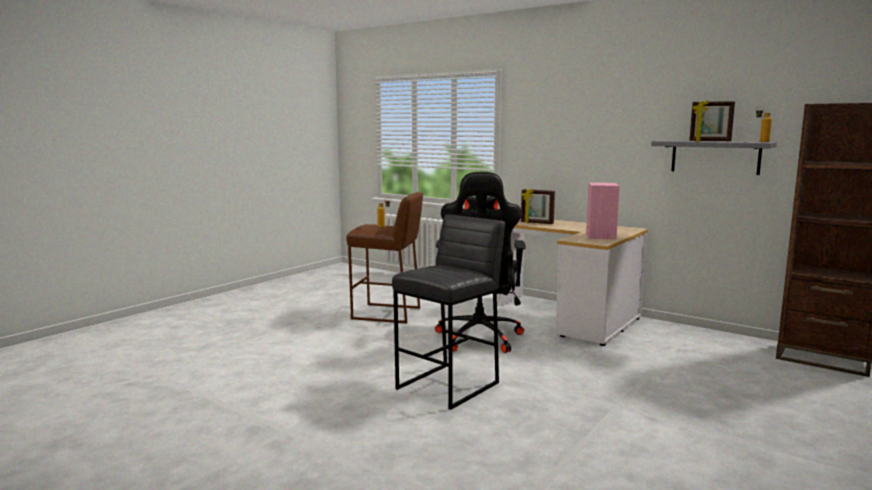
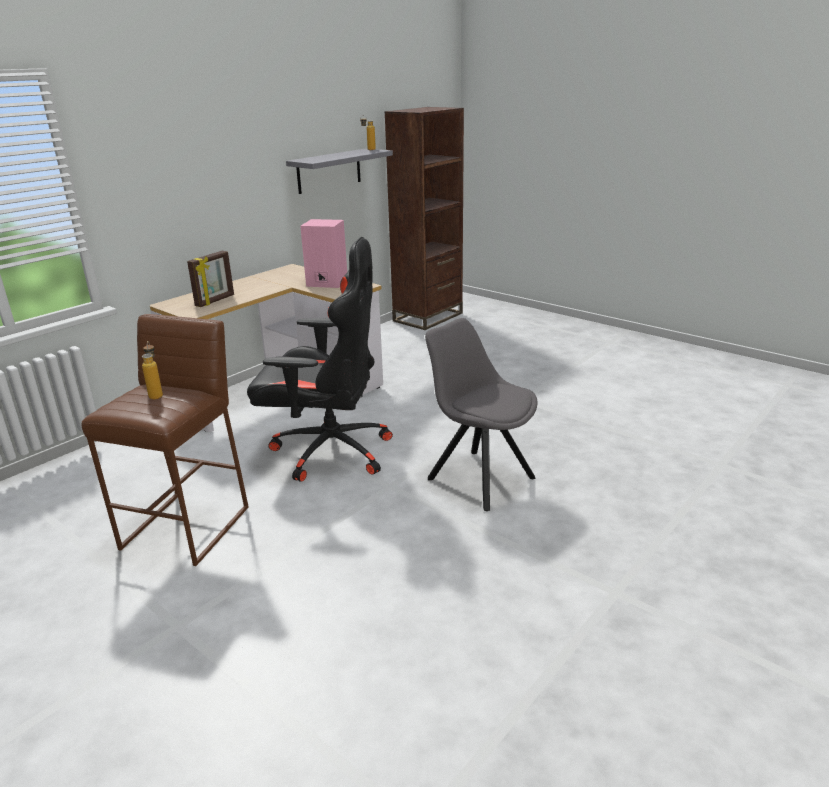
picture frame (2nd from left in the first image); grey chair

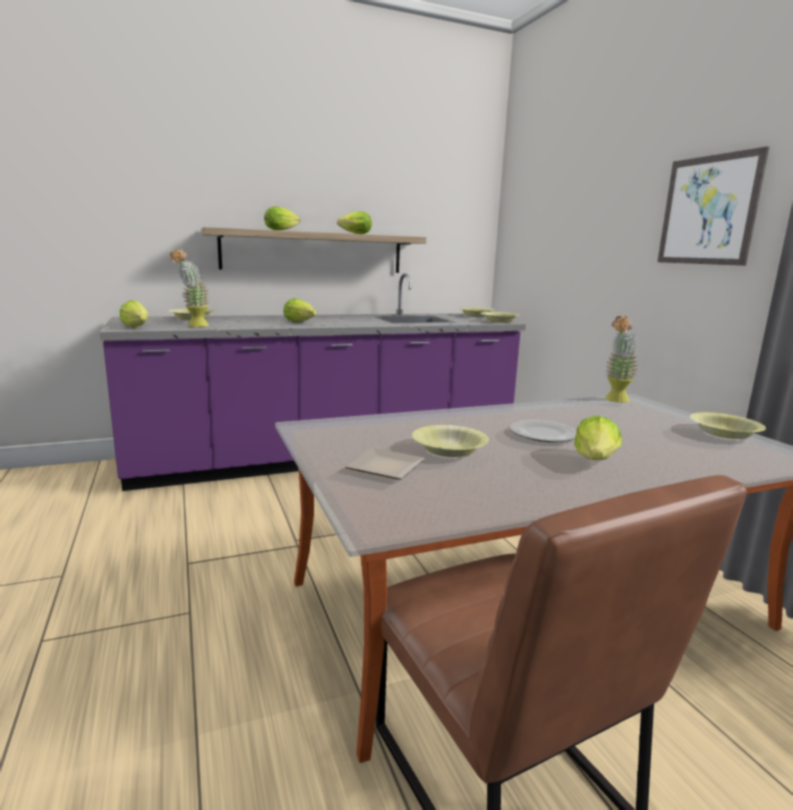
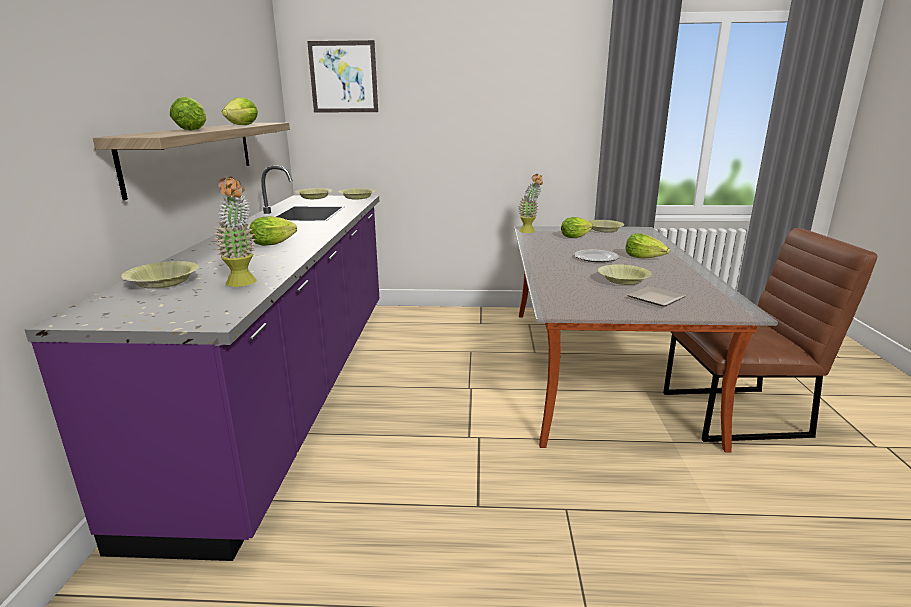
picture; lettuce (4th from left)

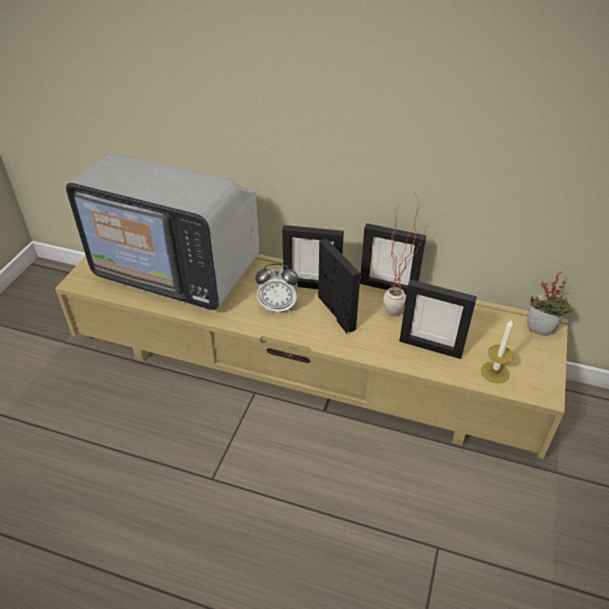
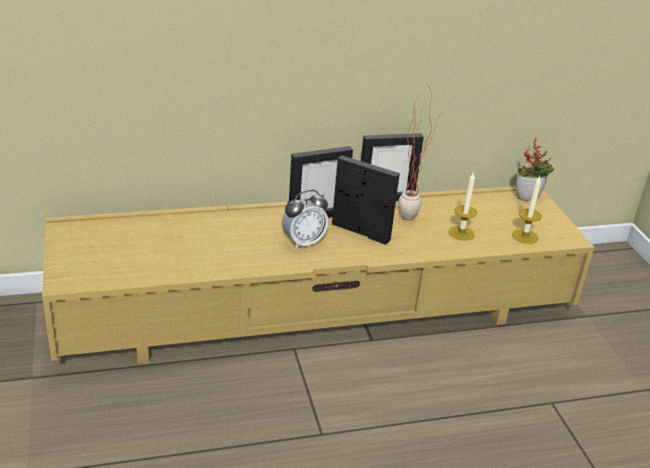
television; candle (1st from left)

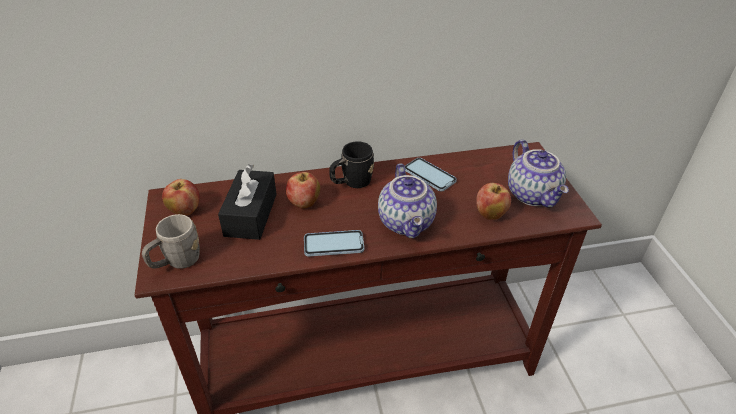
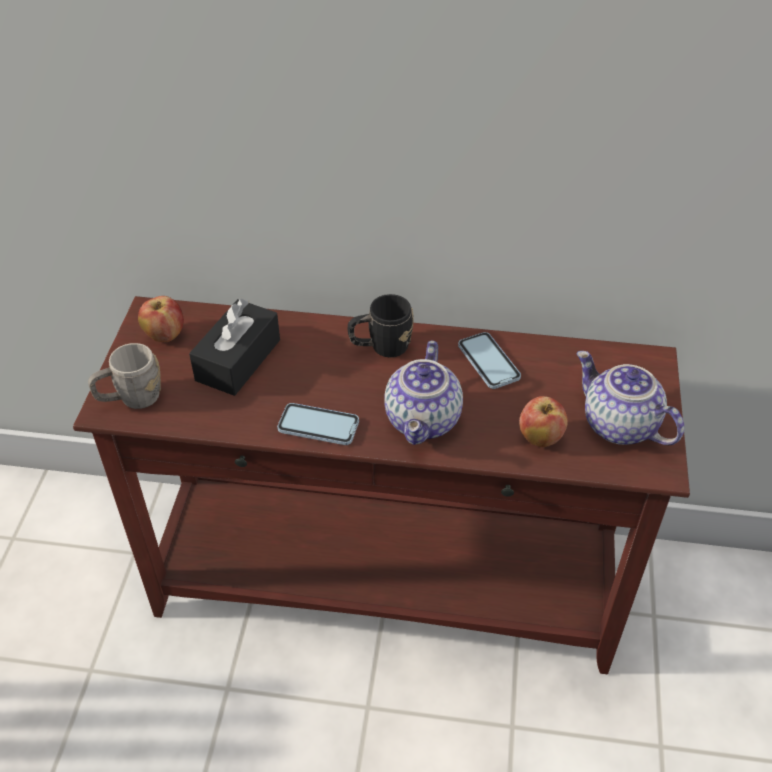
teapot (2nd from left); apple (2nd from left in the first image)

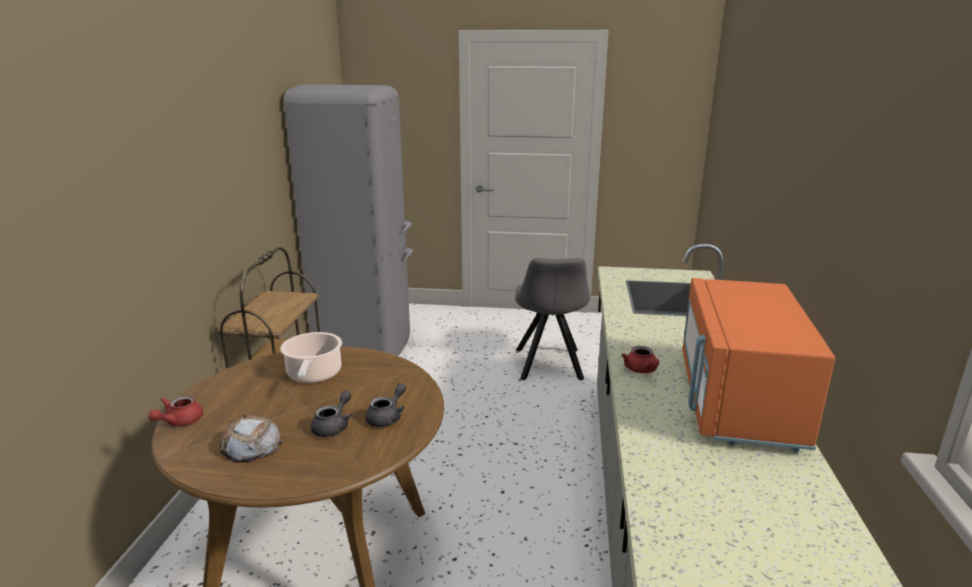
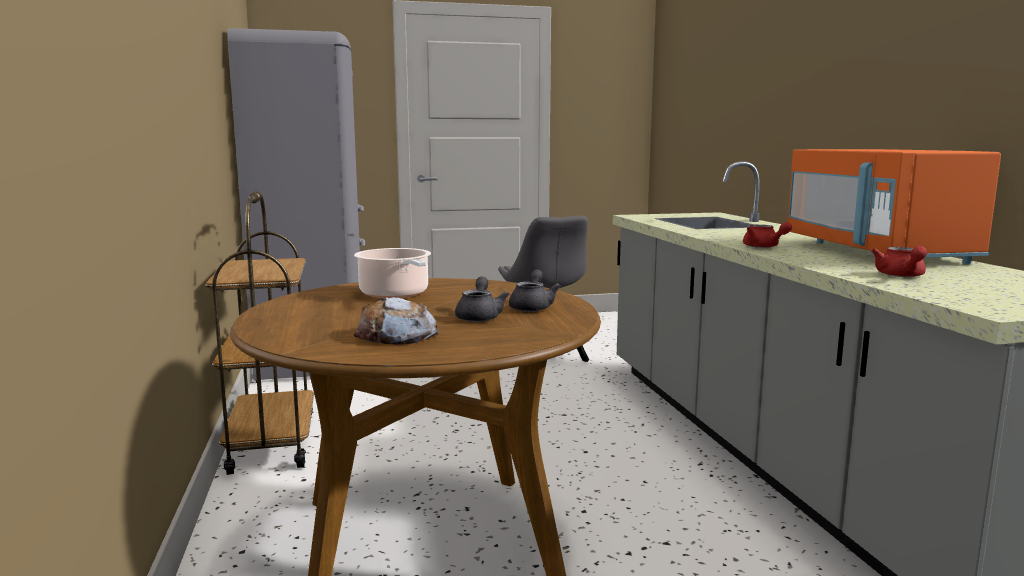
red teapot (2nd from left)

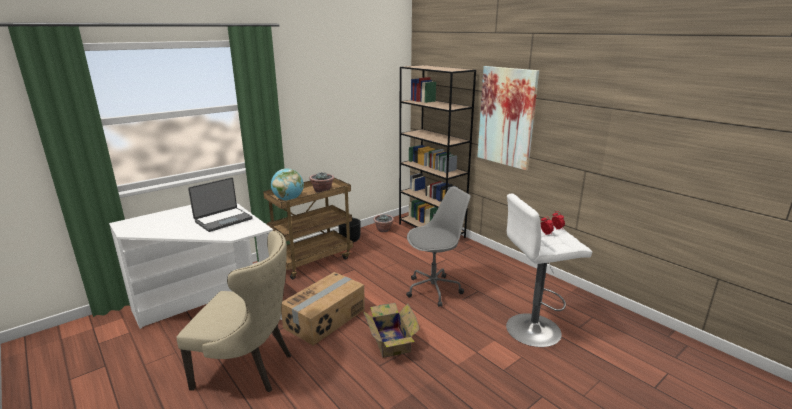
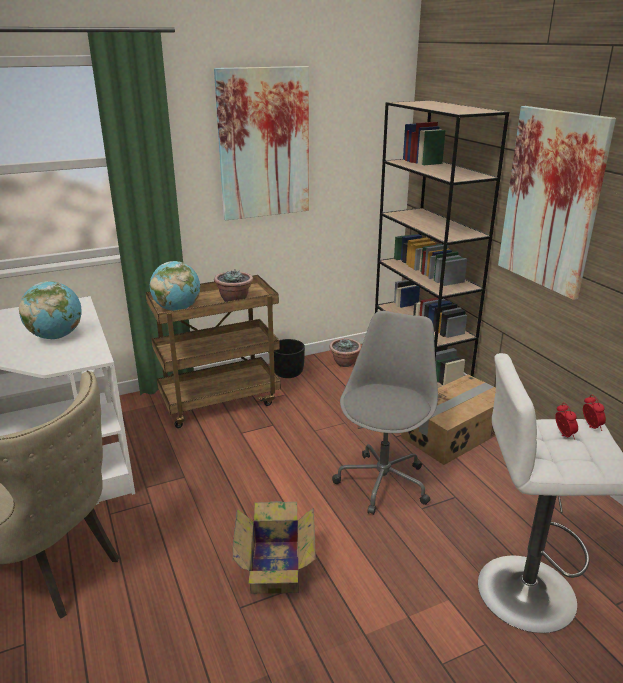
globe (1st from left); grey office chair; cardboard box (2nd from left); picture (1st from left)

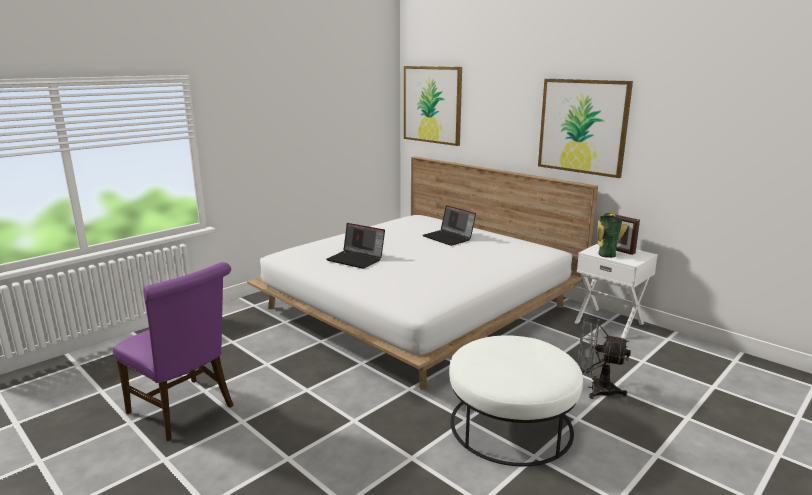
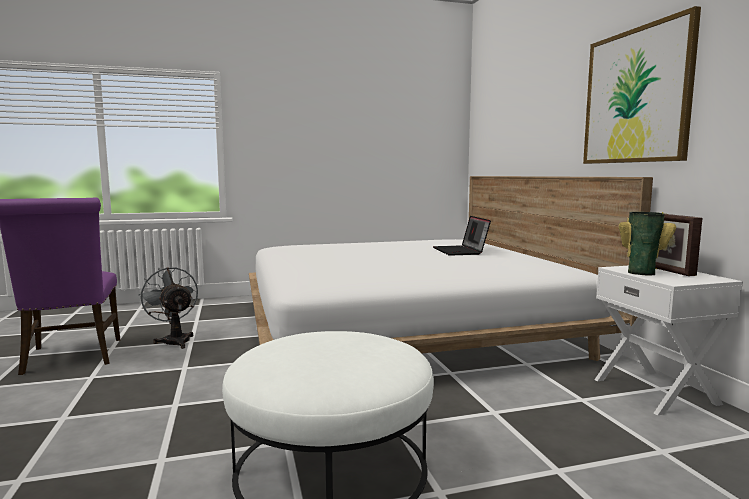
picture (1st from left in the first image); laptop (1st from left in the first image); grey fan

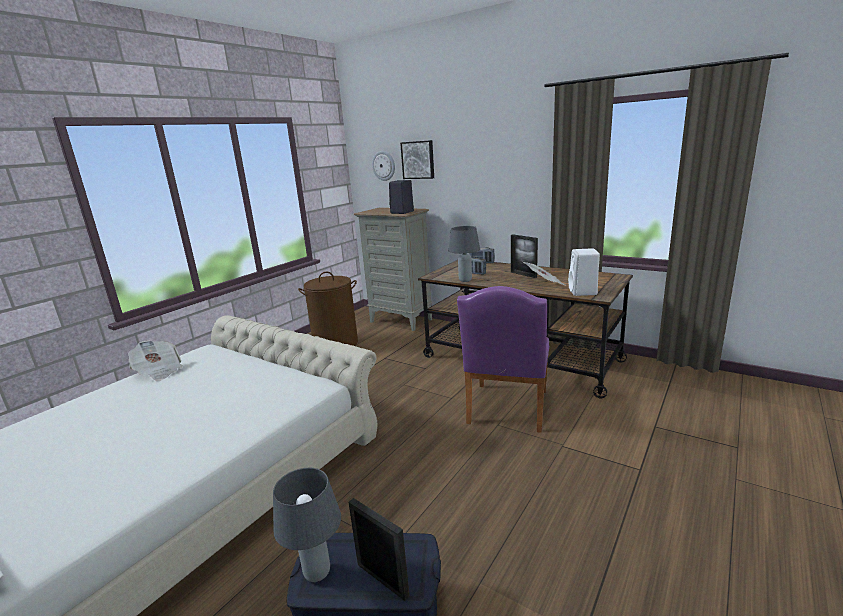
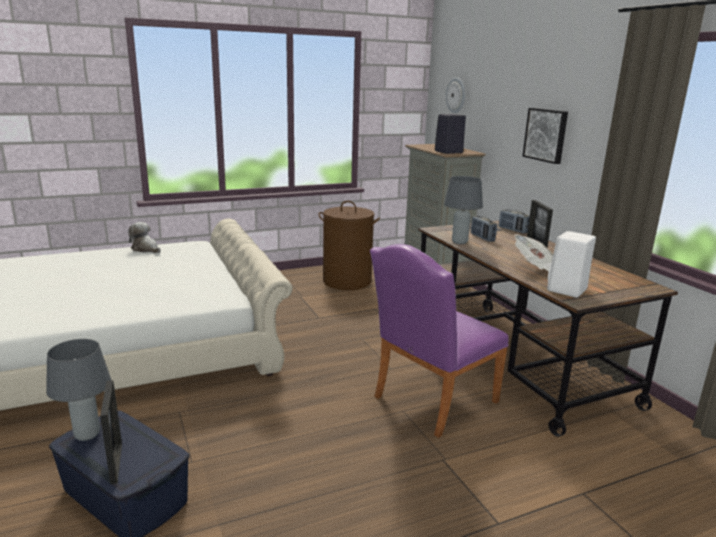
picture; plush toy

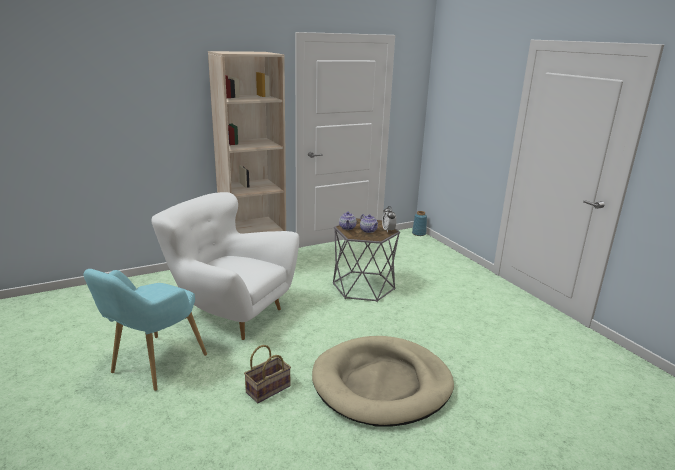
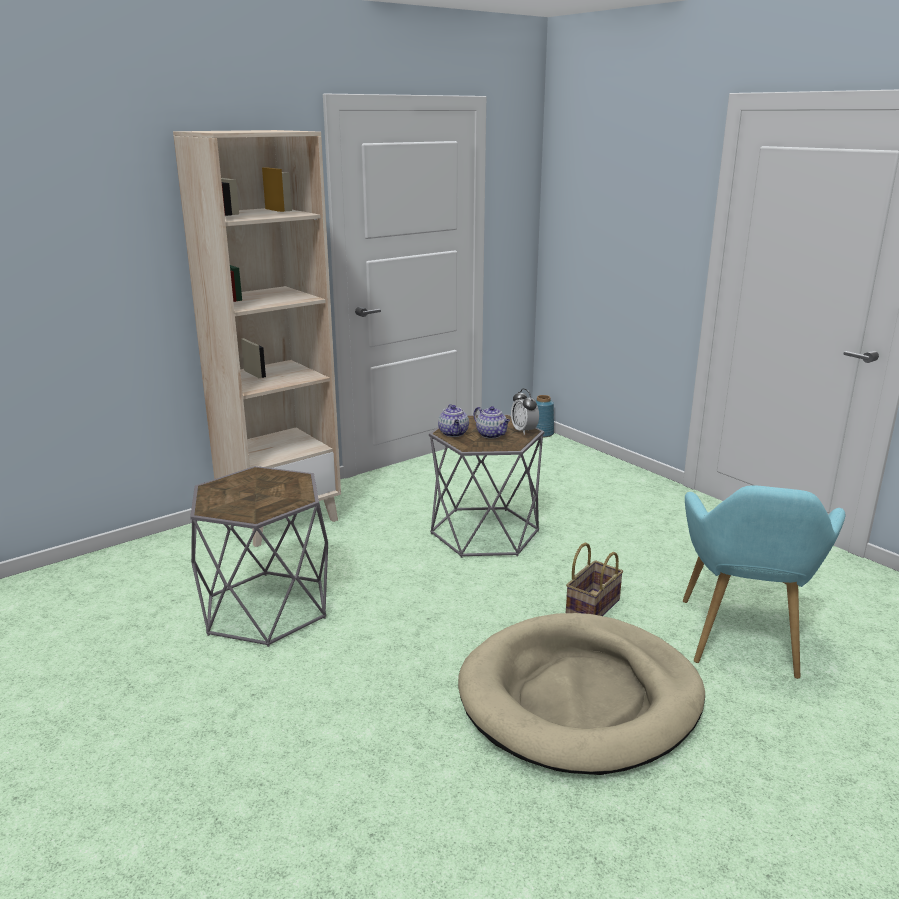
grey side table (1st from left); turquoise armchair; basket

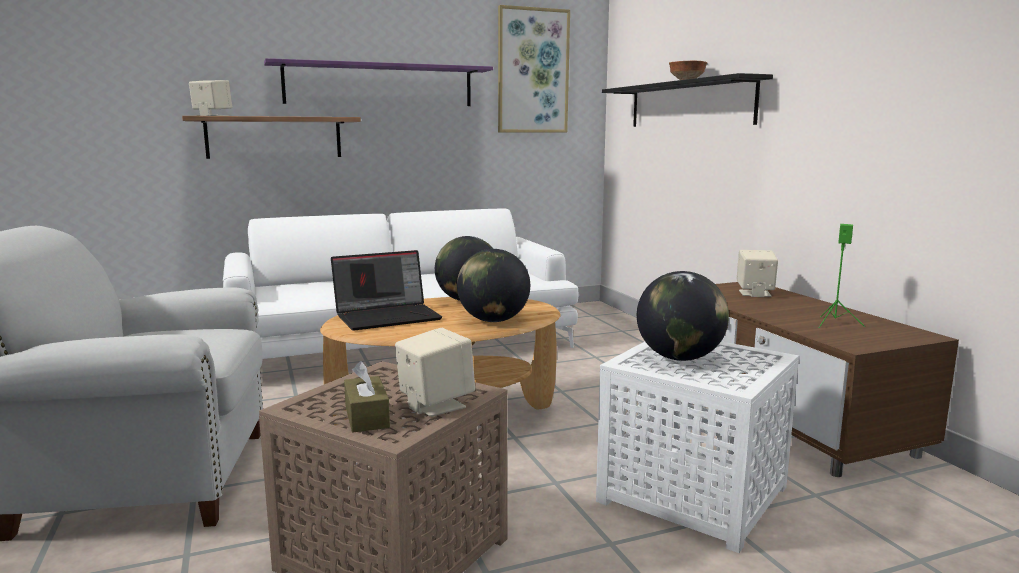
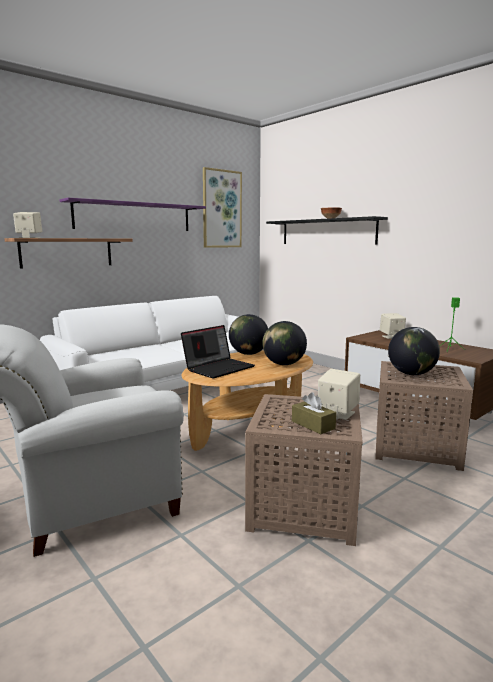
brown side table (2nd from left)

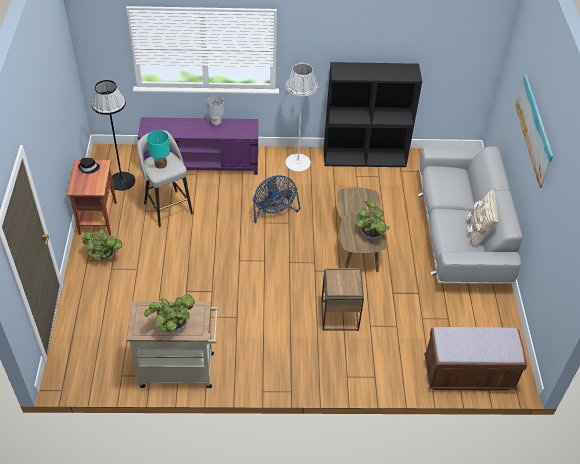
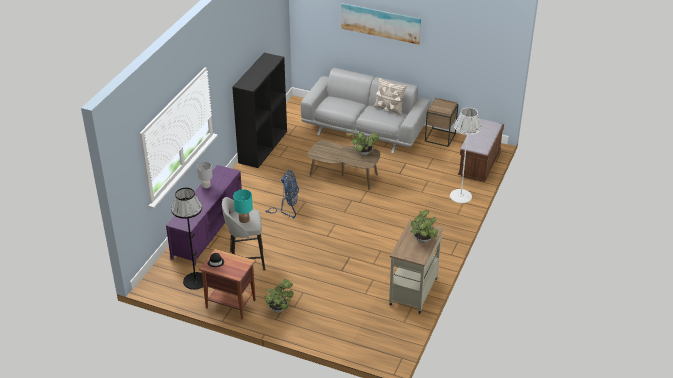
white floor lamp; brown side table

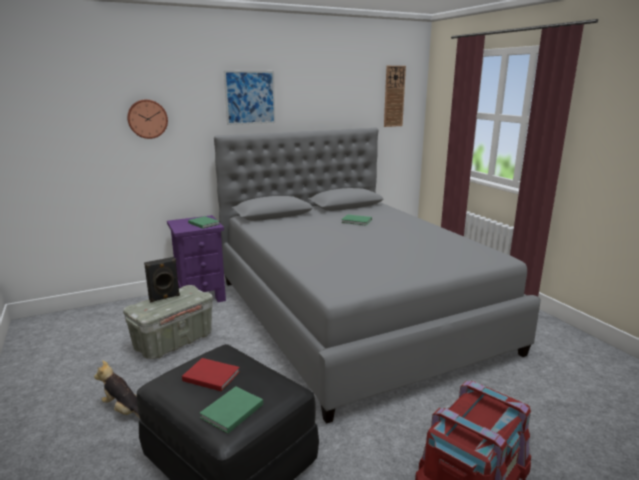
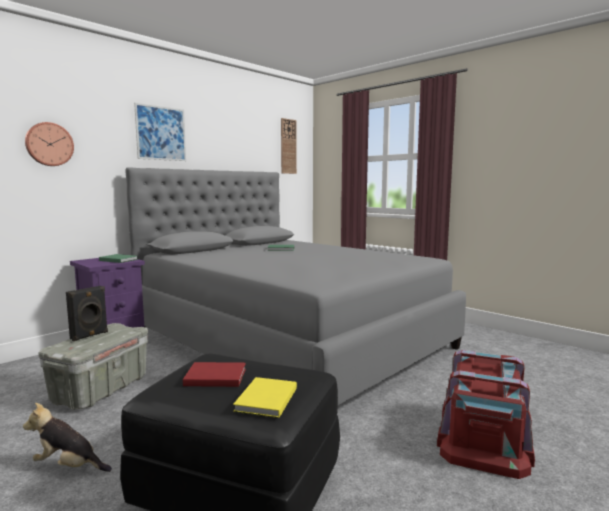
yellow book

